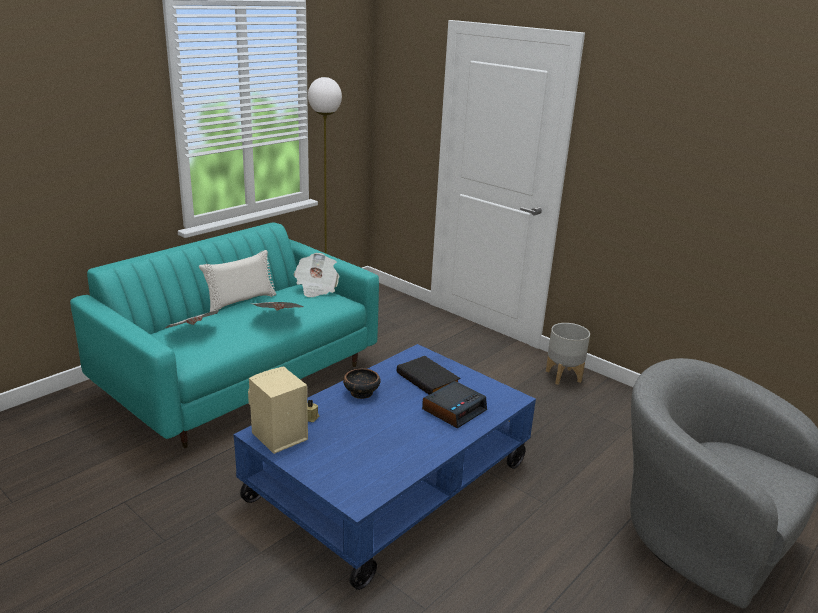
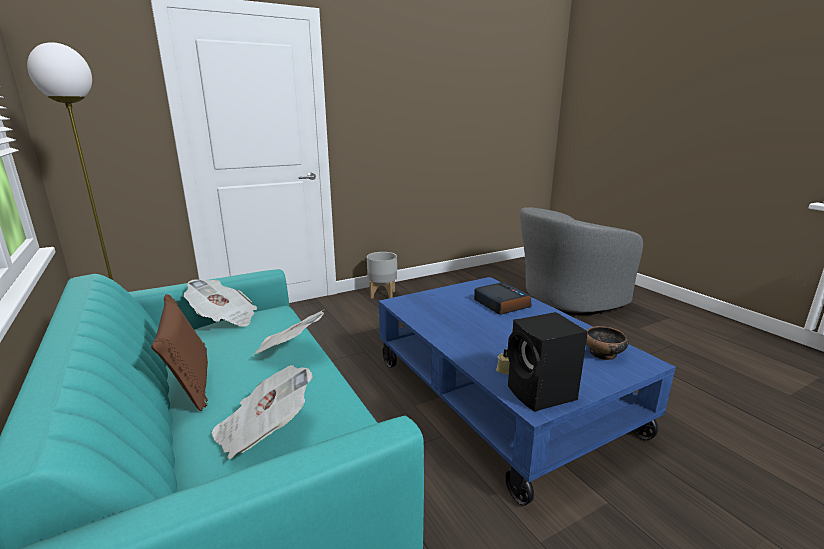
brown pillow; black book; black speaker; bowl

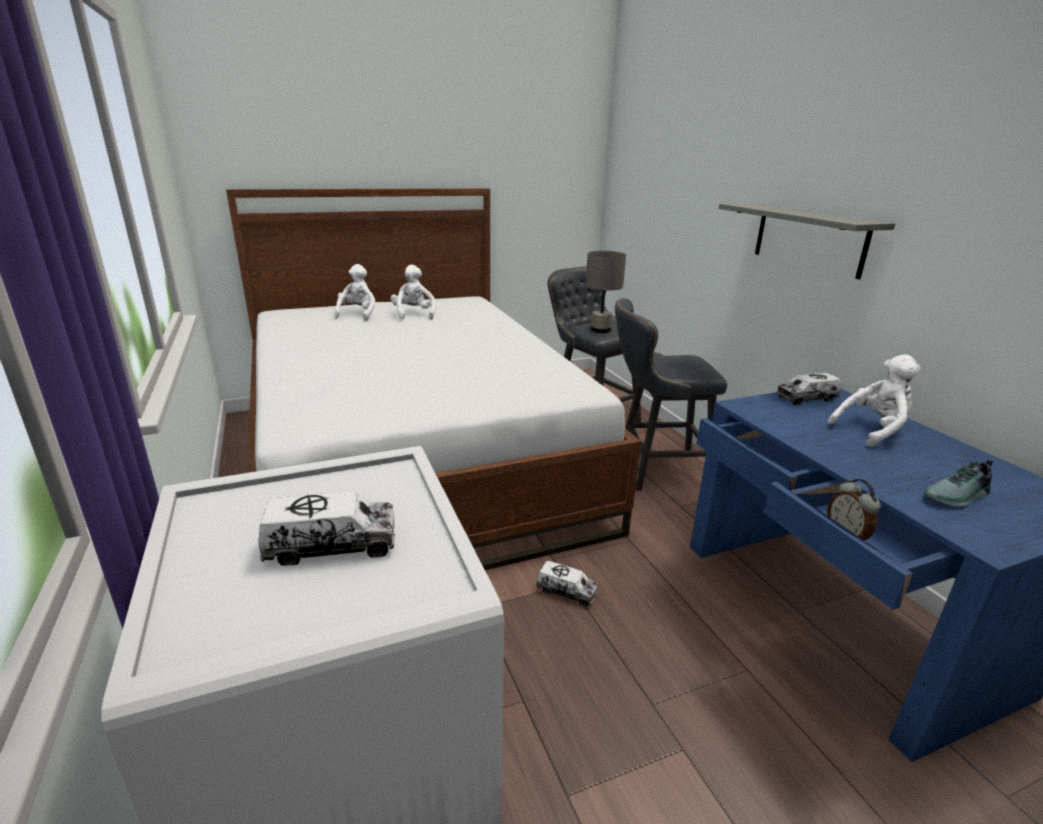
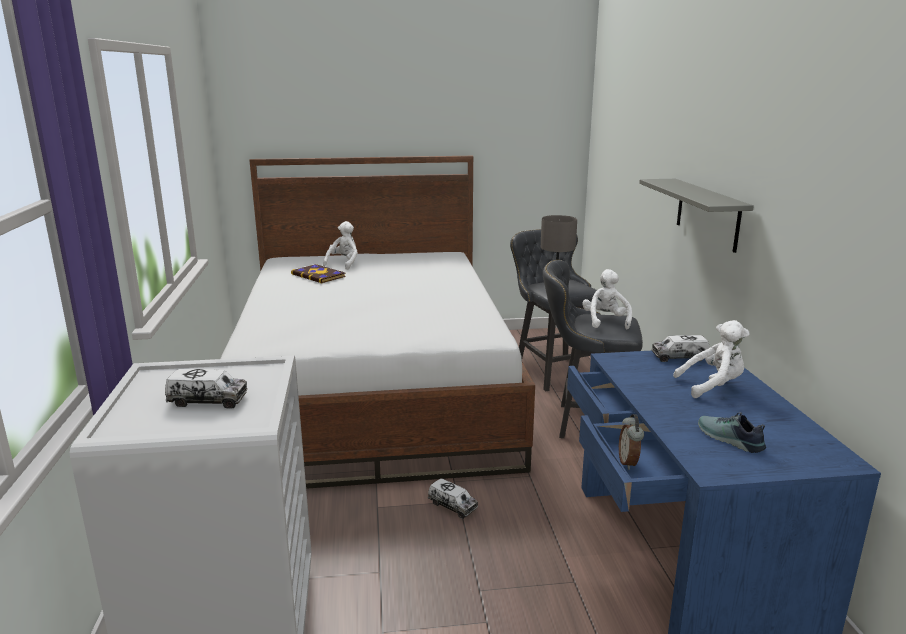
white plush toy (2nd from left); shoe; book

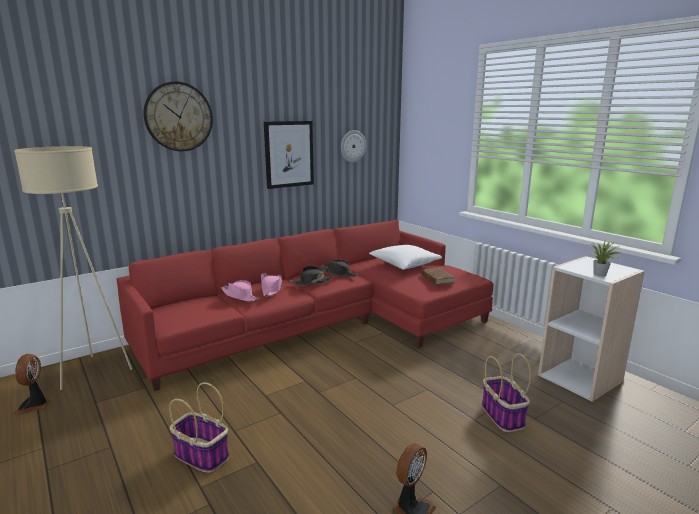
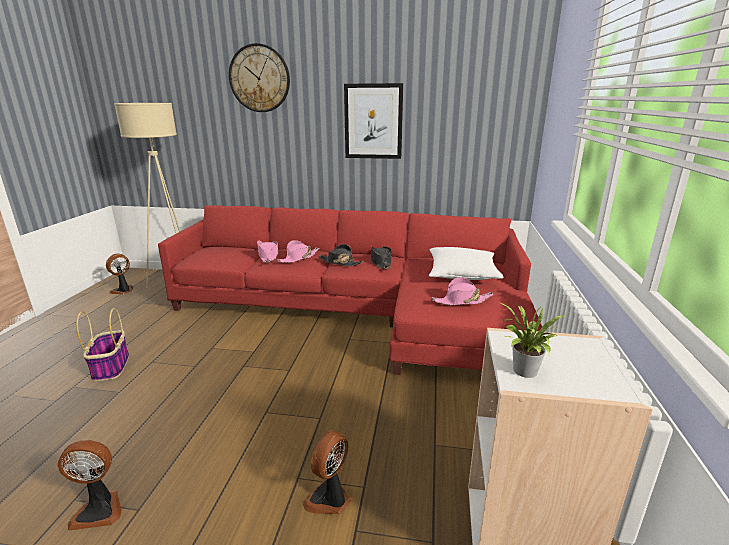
wall clock (2nd from left in the first image); pink hat (3rd from left); fan (3rd from left)

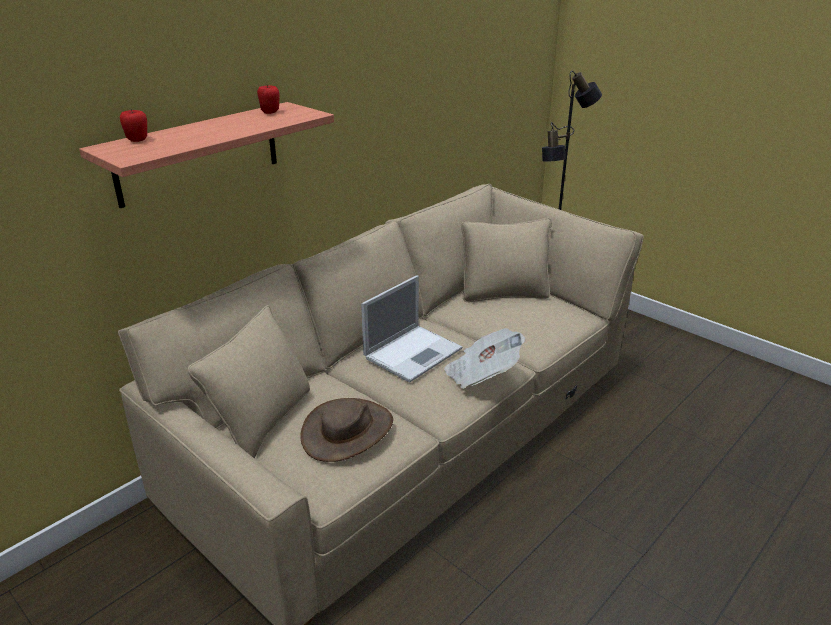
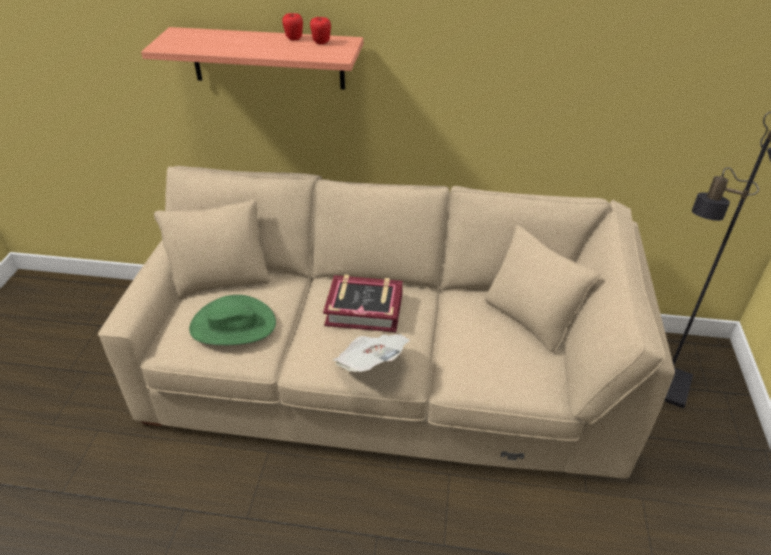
apple (1st from left); book; green hat

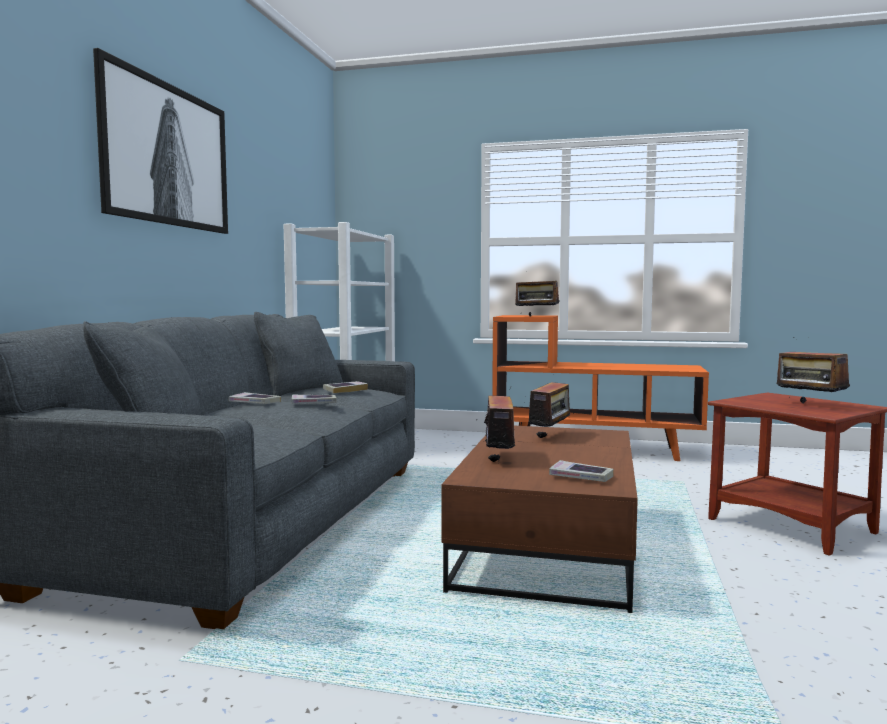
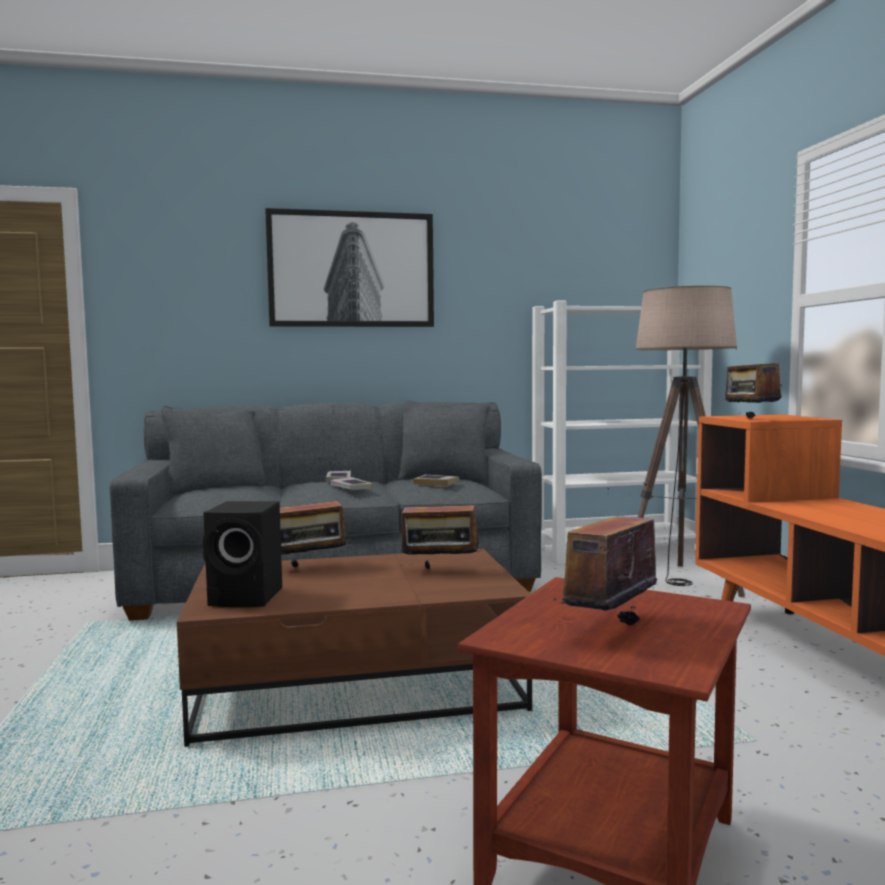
black speaker; floor lamp

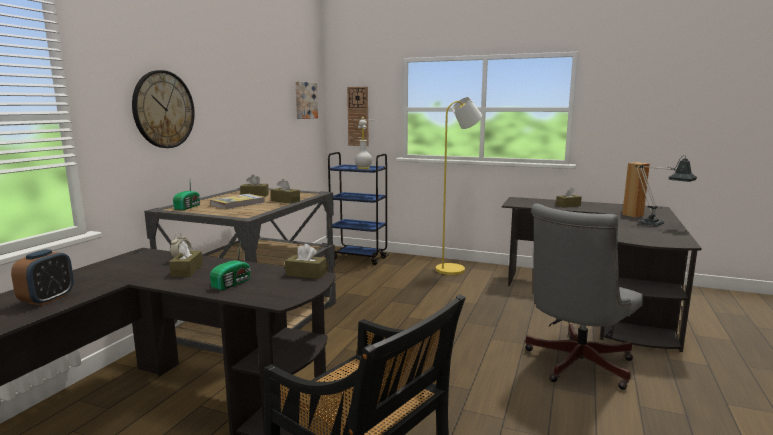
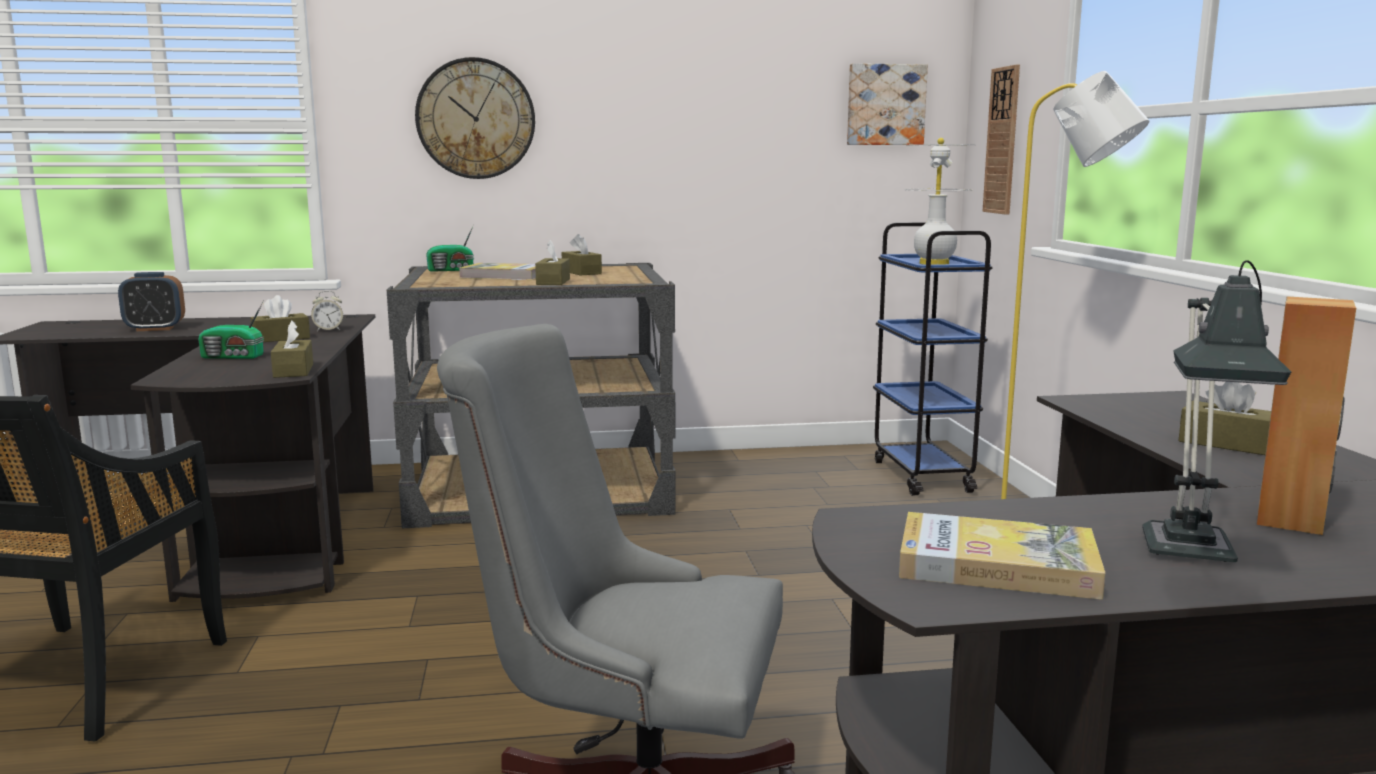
book (2nd from left)

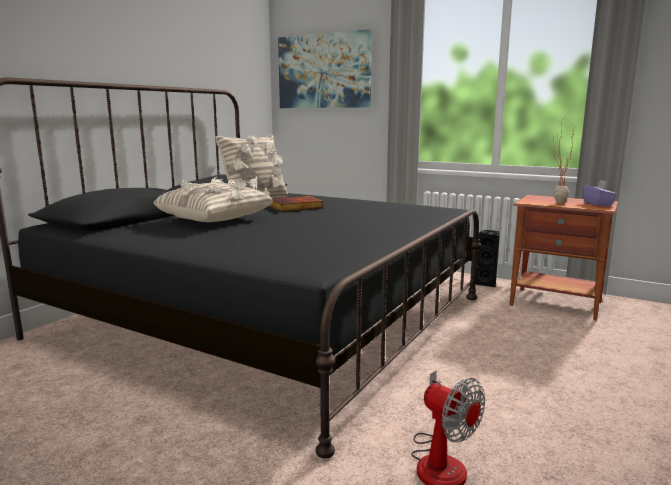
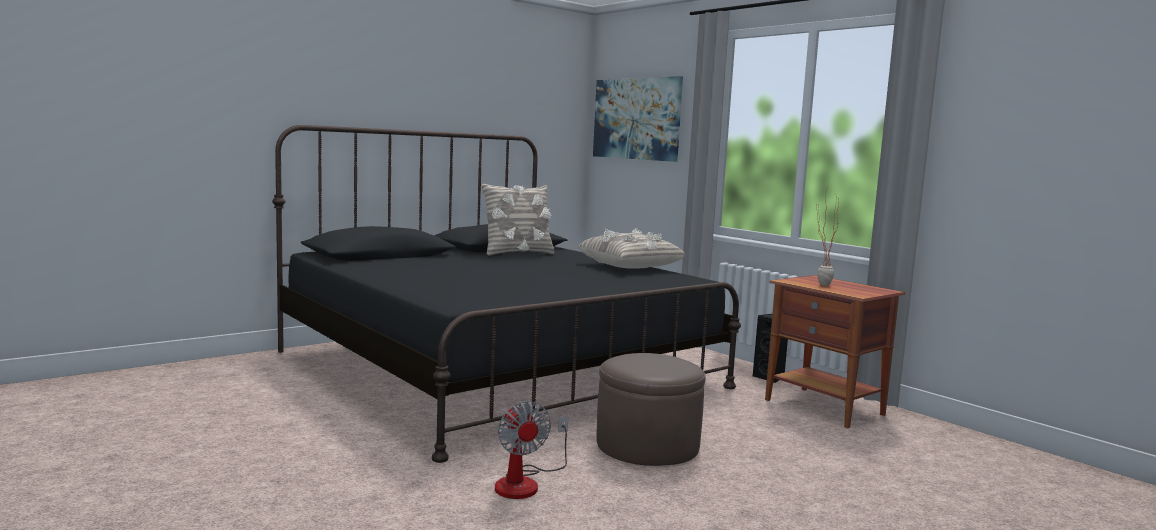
beige pillow (2nd from left); purple tissue box; book; brown ottoman

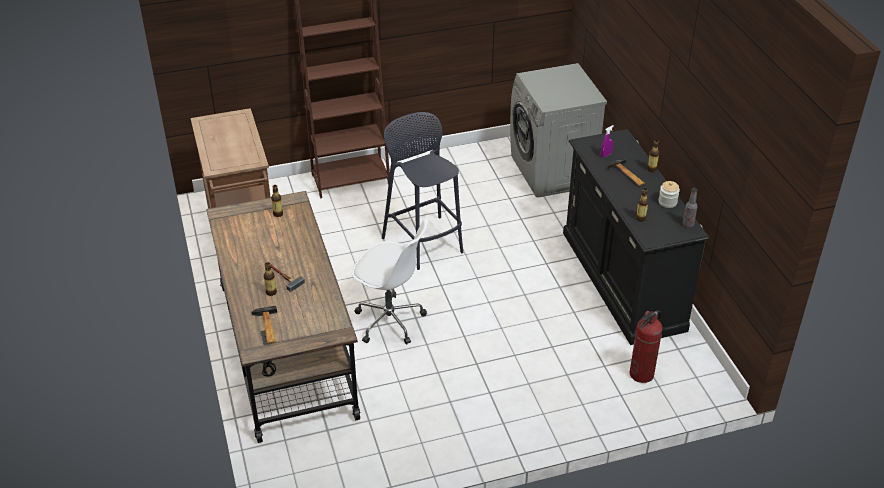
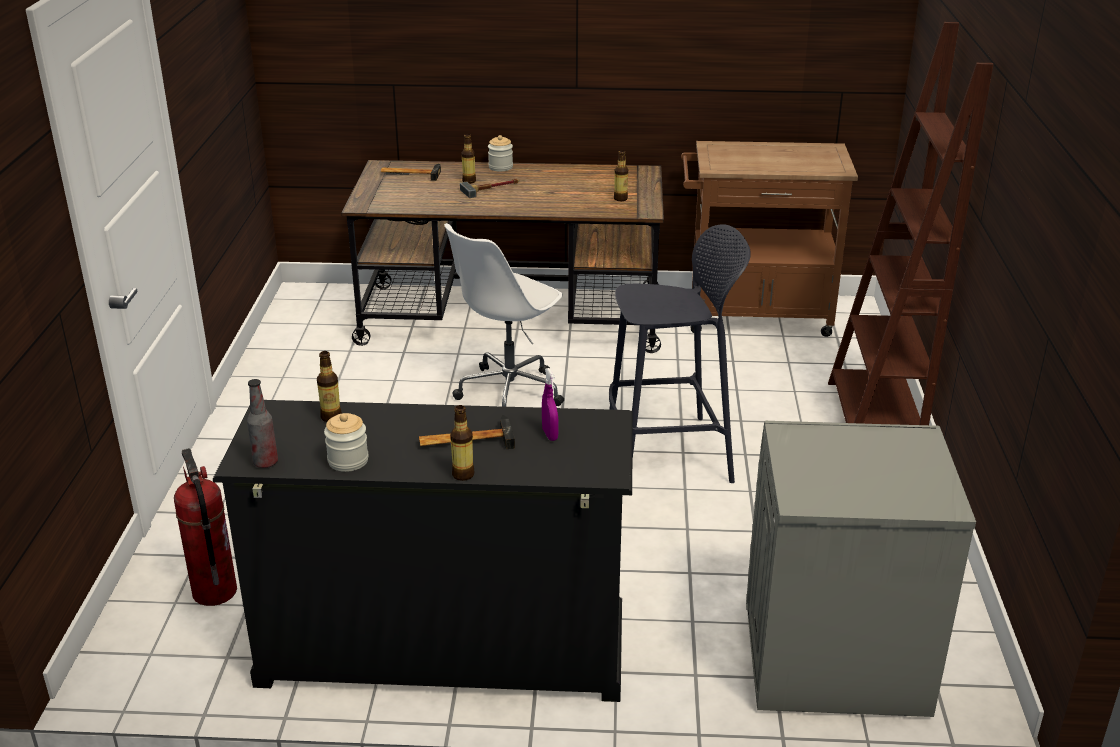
jar (2nd from left)

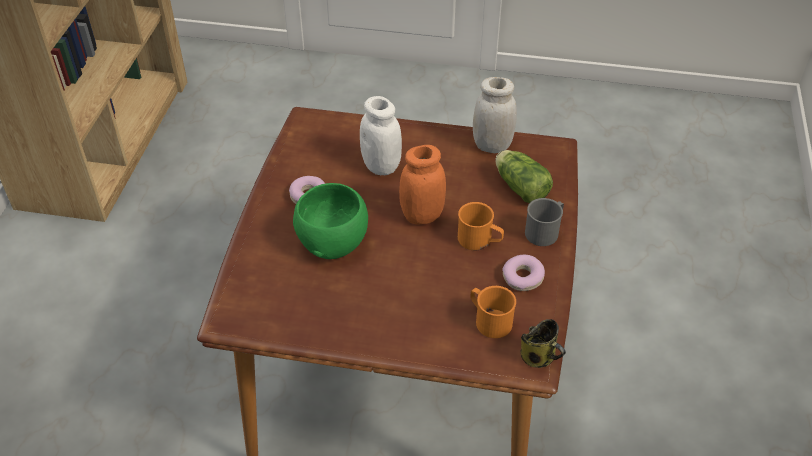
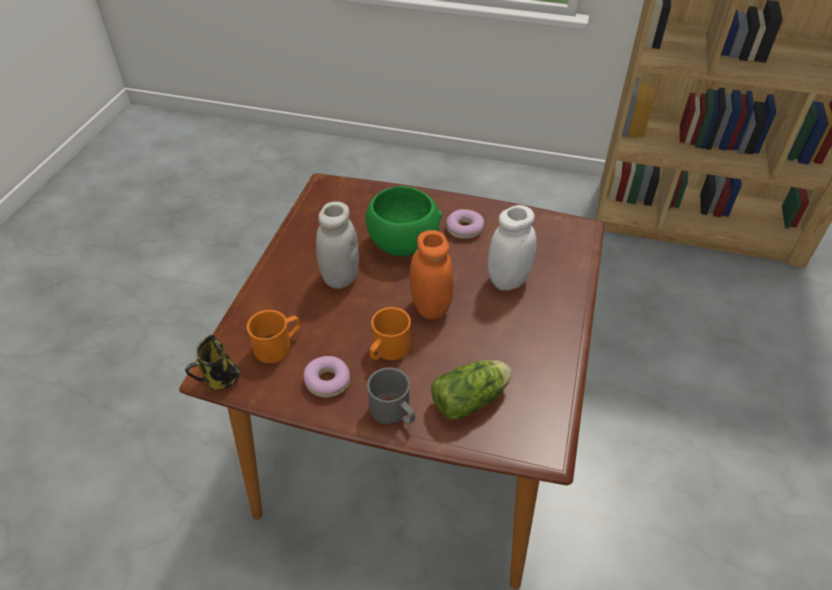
white jar (1st from left)

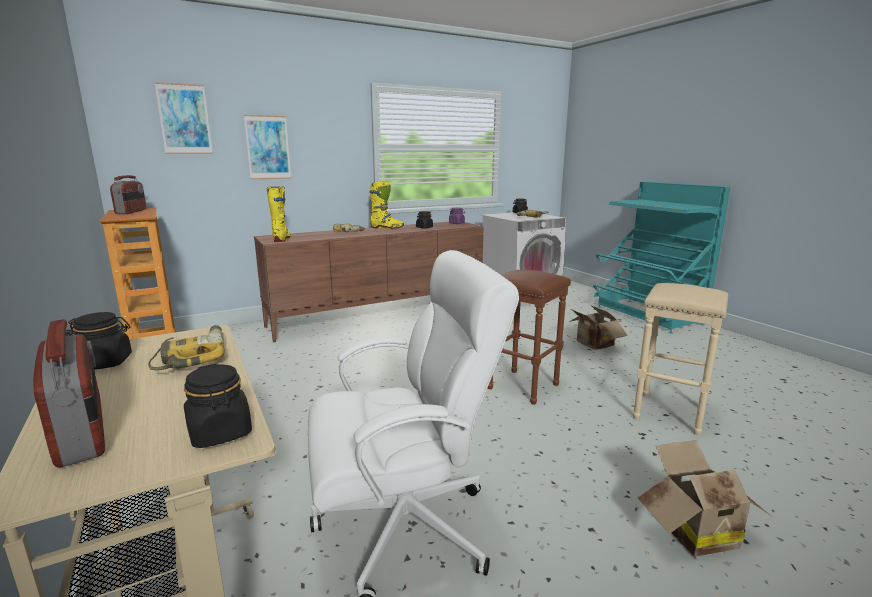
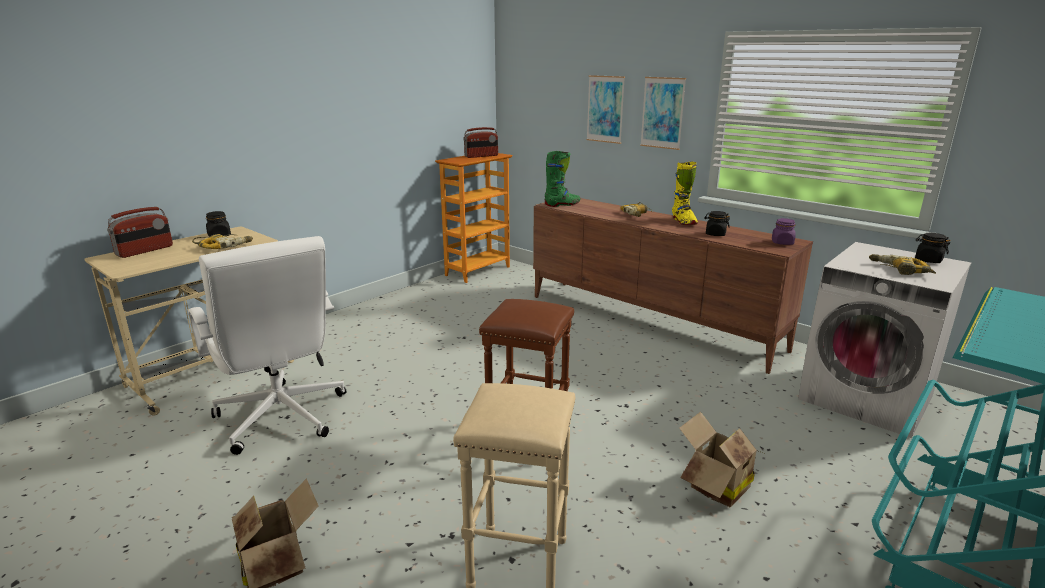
picture (2nd from left); green boot; black jar (2nd from left in the first image)

